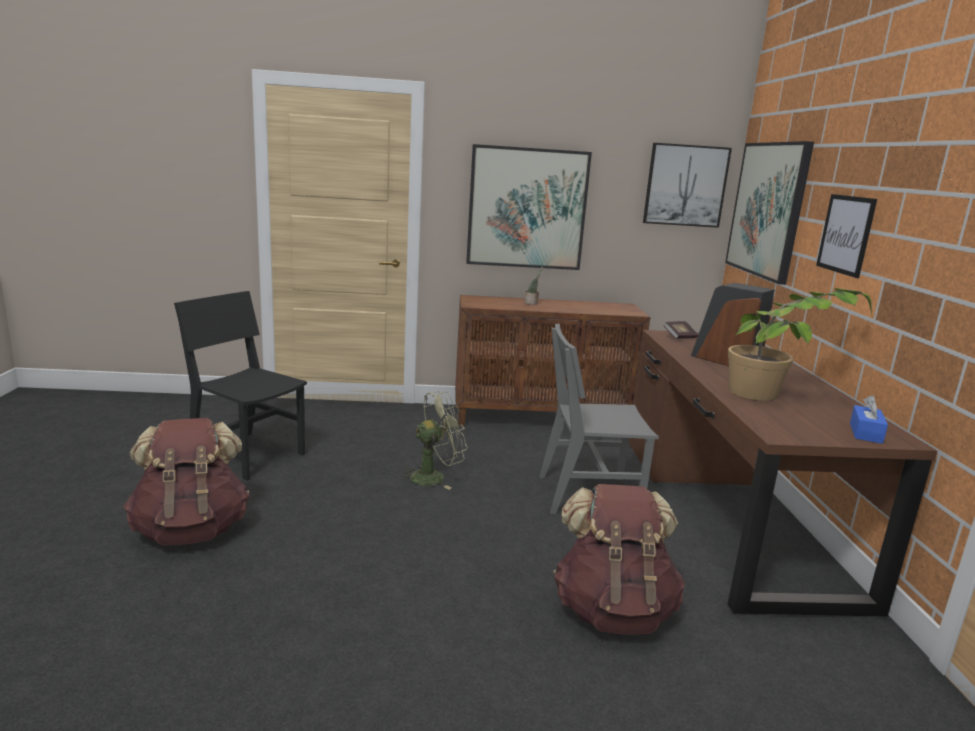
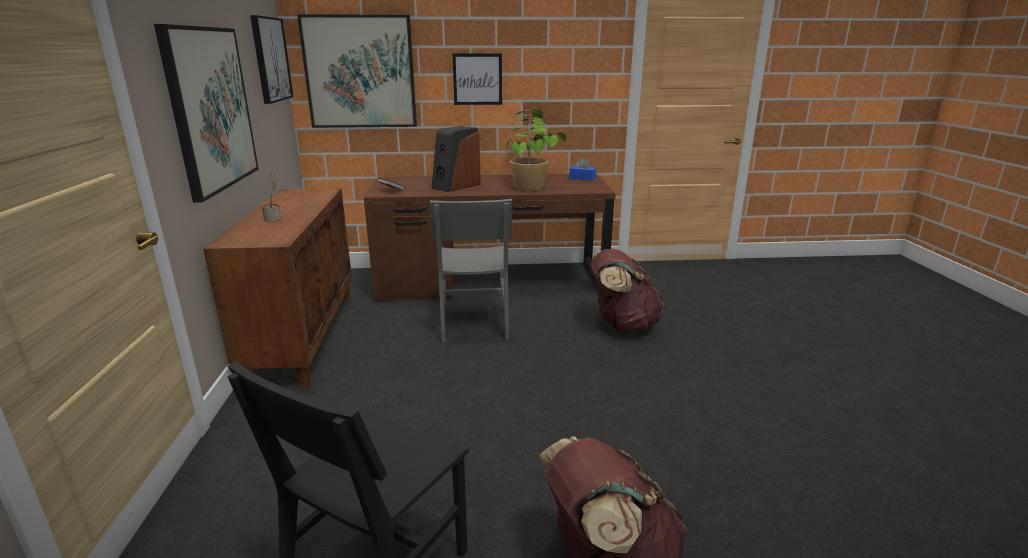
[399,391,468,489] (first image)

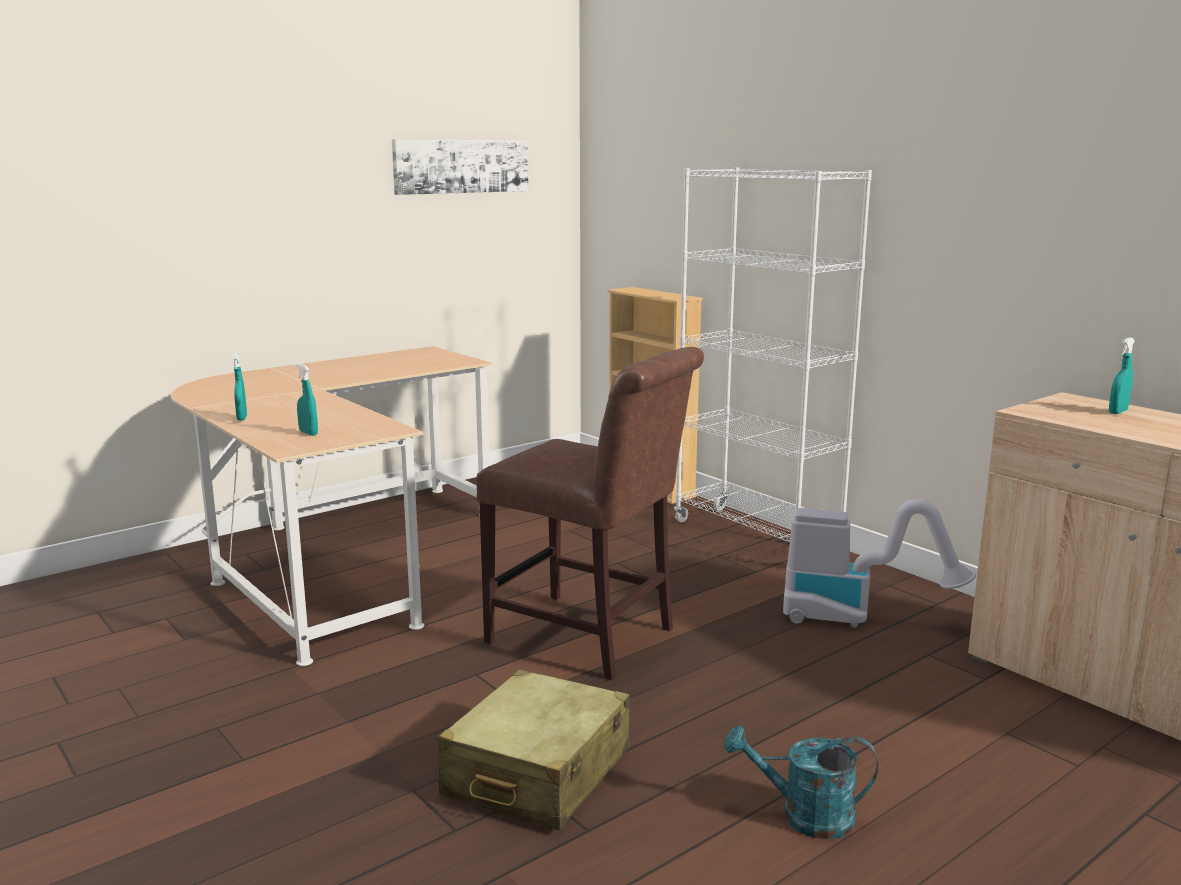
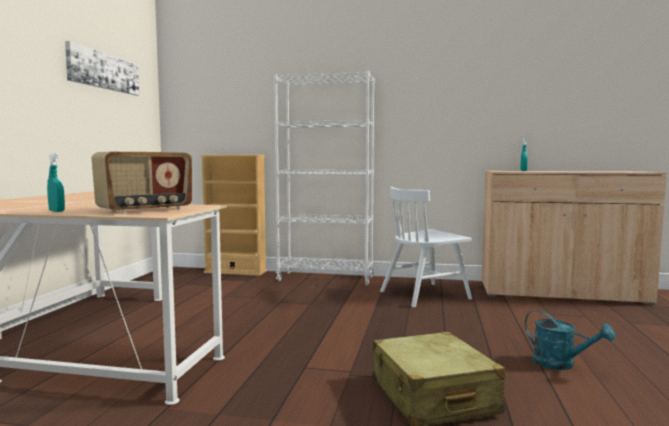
[92,152,192,214]
[380,187,472,308]
[525,310,615,370]
[476,347,704,680] (first image)

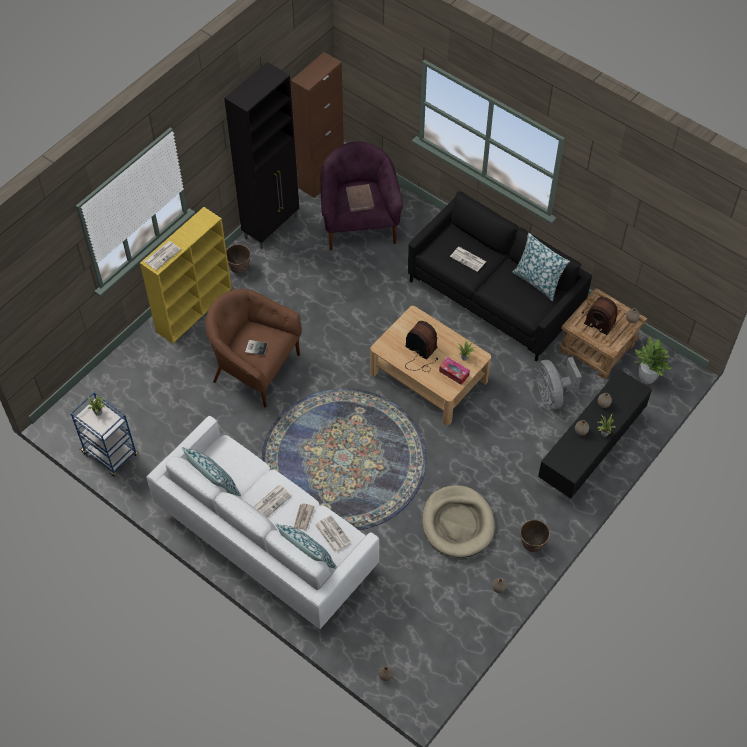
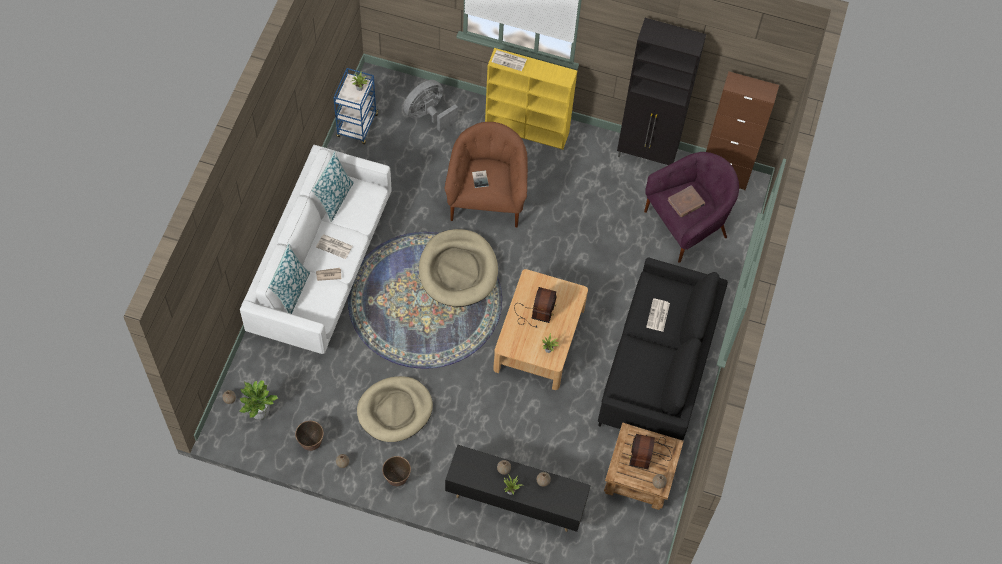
[240,380,278,420]
[295,421,324,451]
[403,80,458,132]
[419,229,498,307]
[315,515,351,553] (first image)
[439,357,470,385] (first image)
[512,233,570,301] (first image)

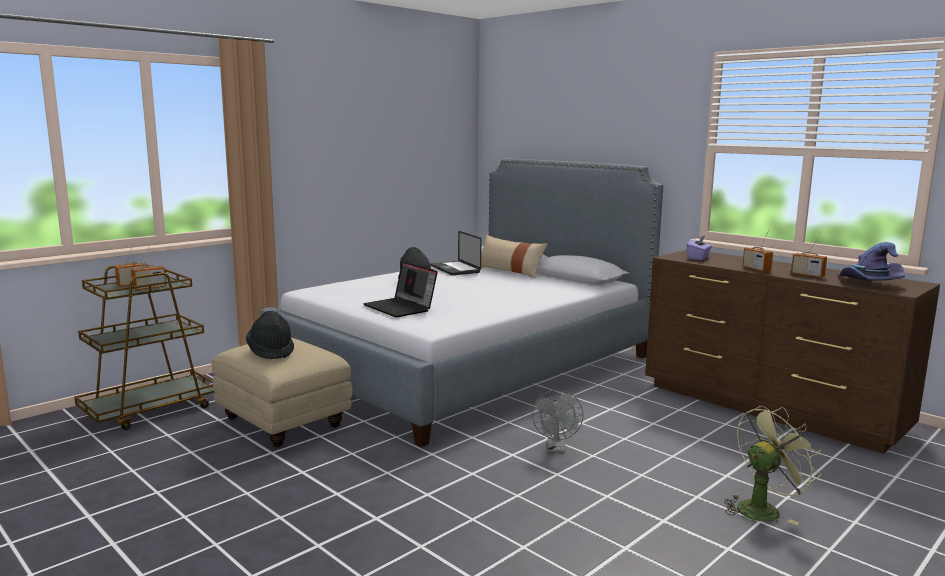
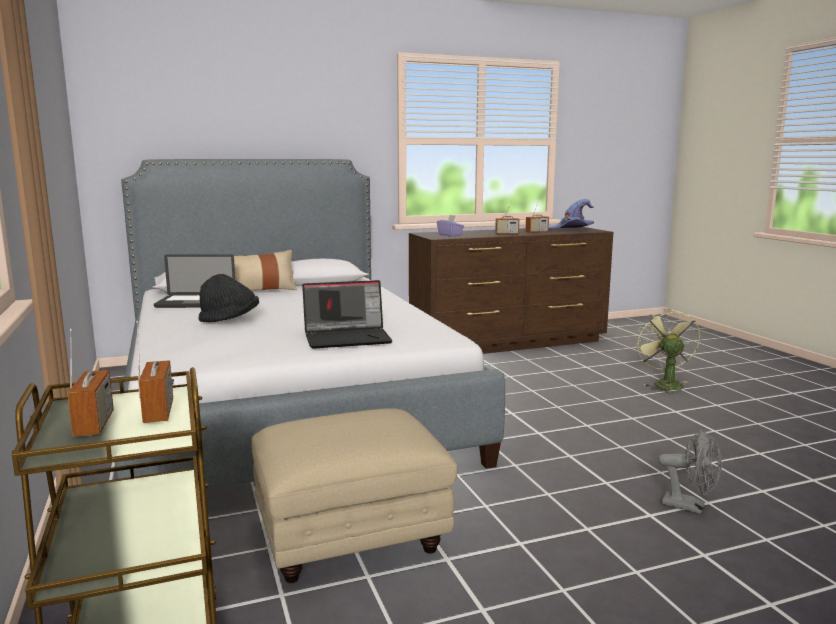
[658,429,722,514]
[246,311,294,359] (first image)

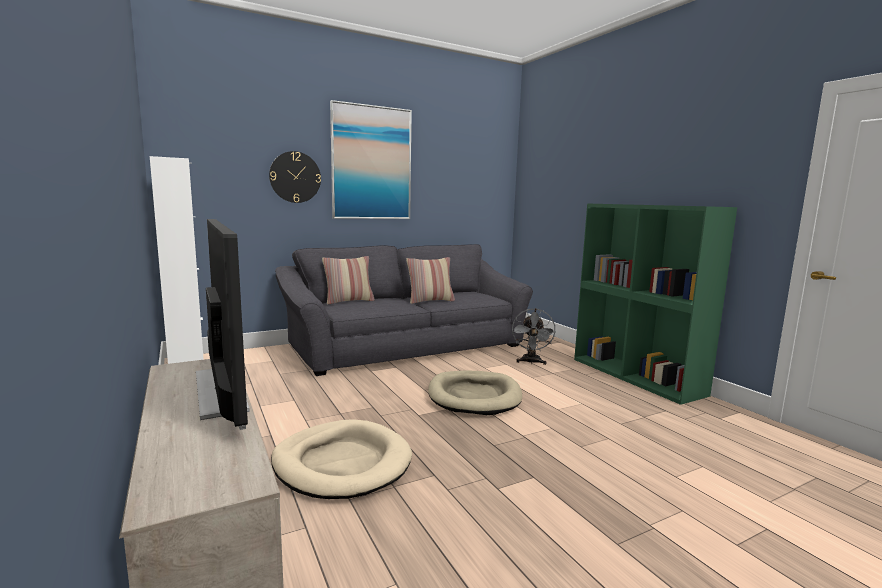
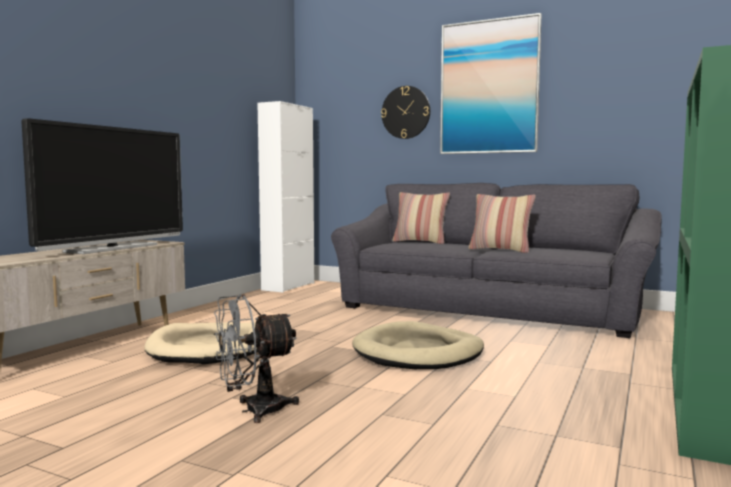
[214,294,299,423]

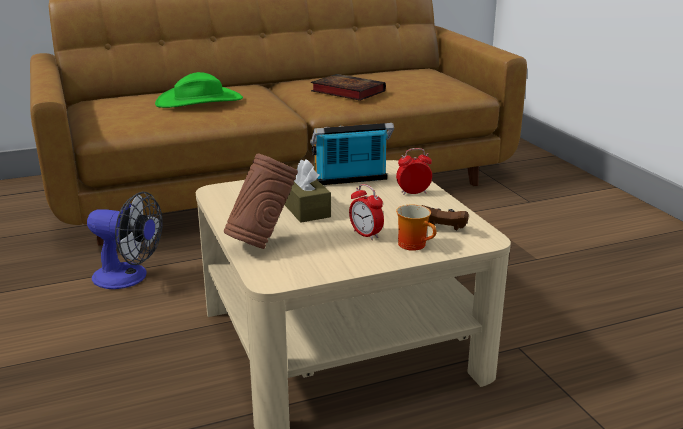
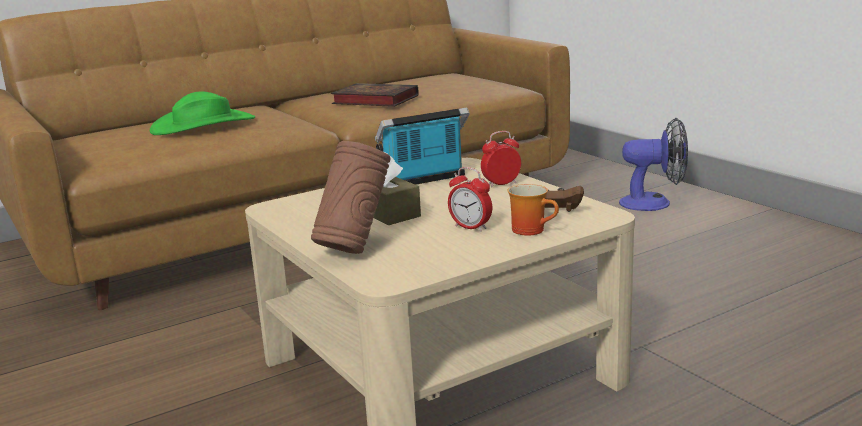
[619,118,688,211]

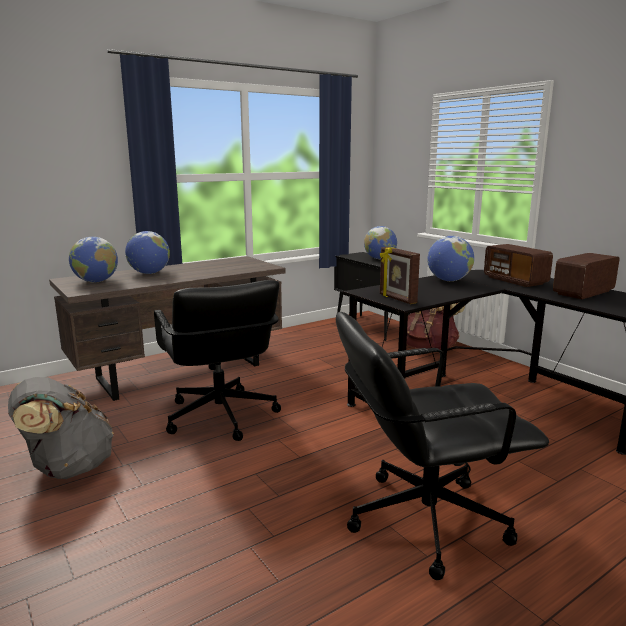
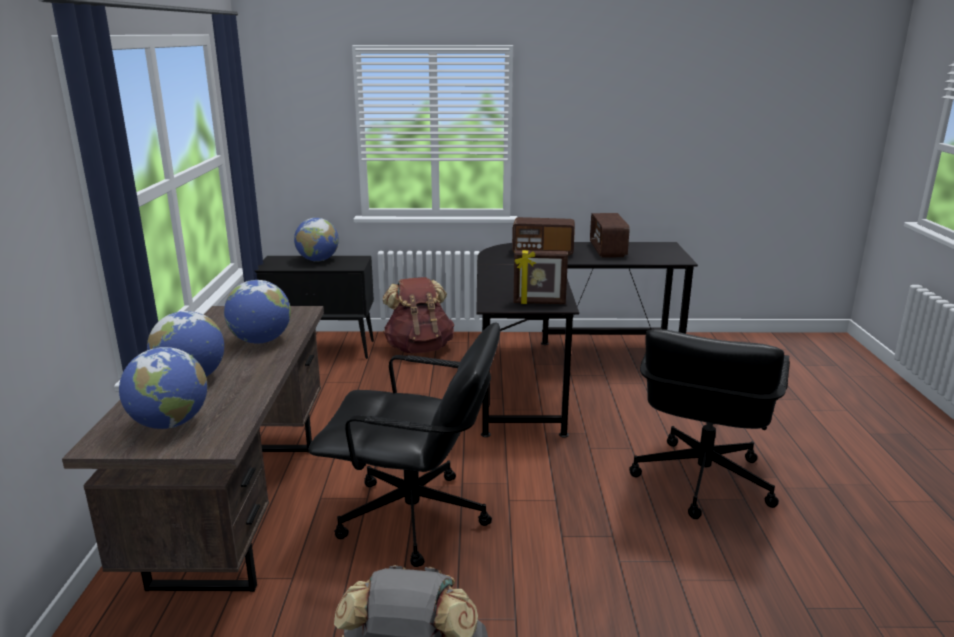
[224,280,291,344]

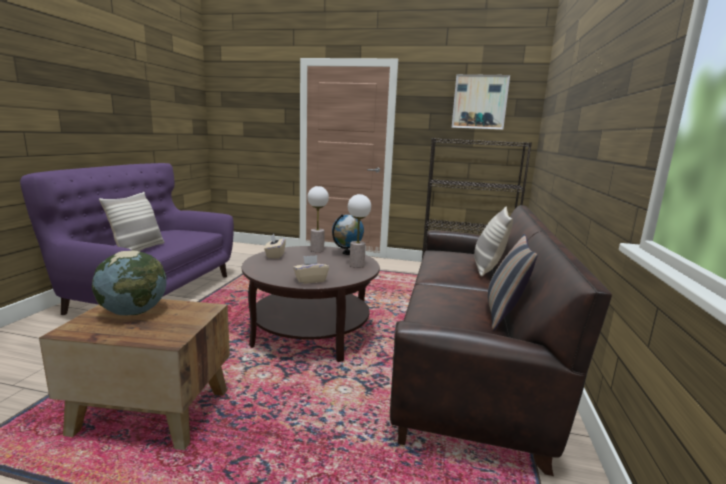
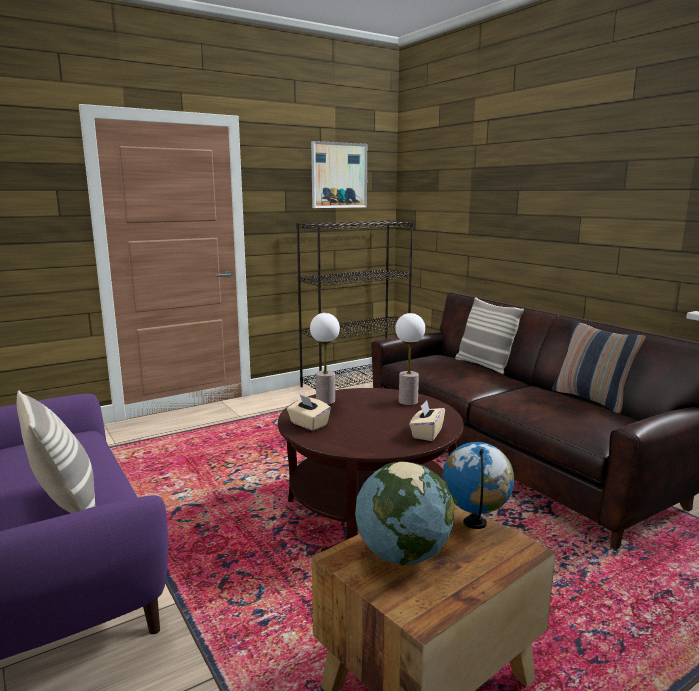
[442,442,514,529]

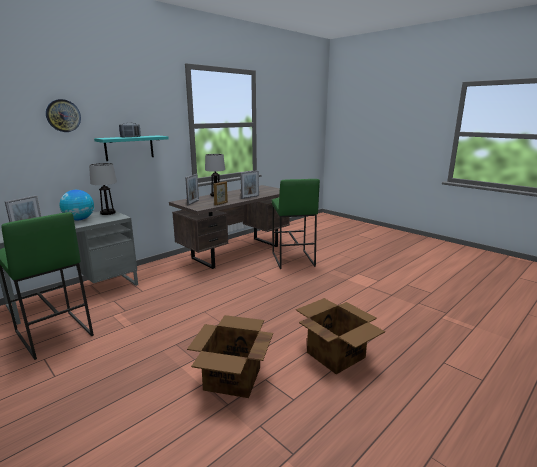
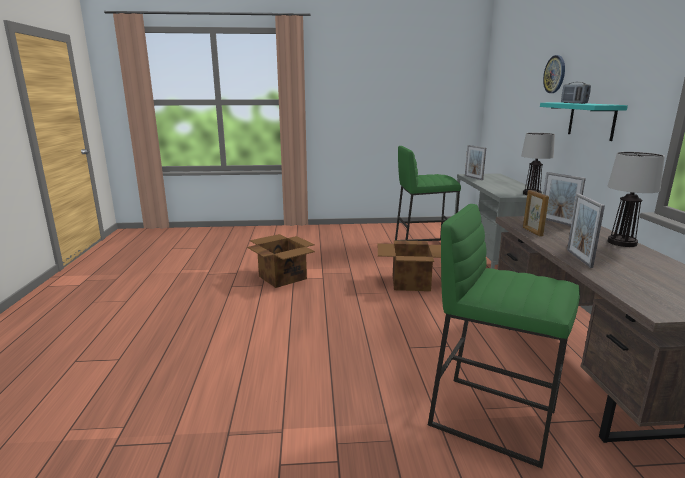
[378,240,441,291]
[60,190,94,220] (first image)

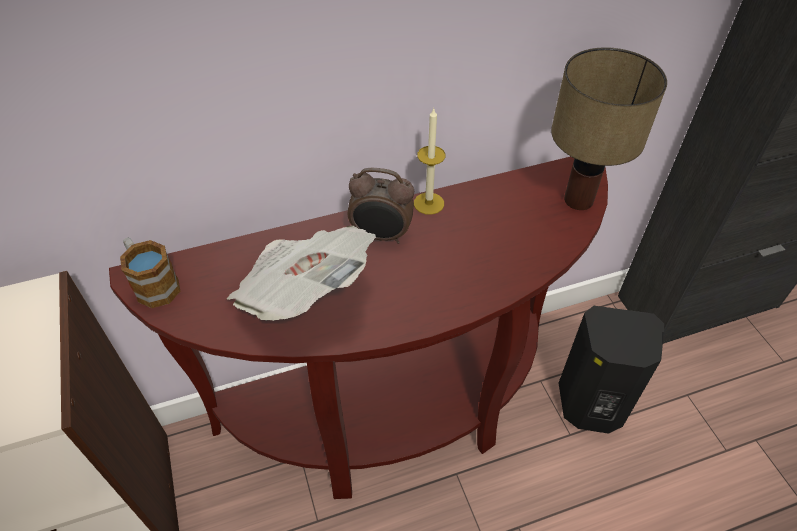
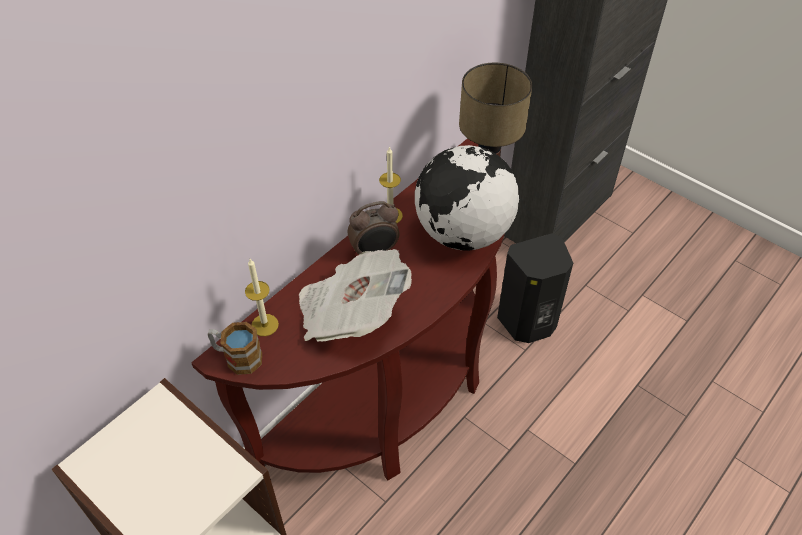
[245,259,279,336]
[415,145,519,251]

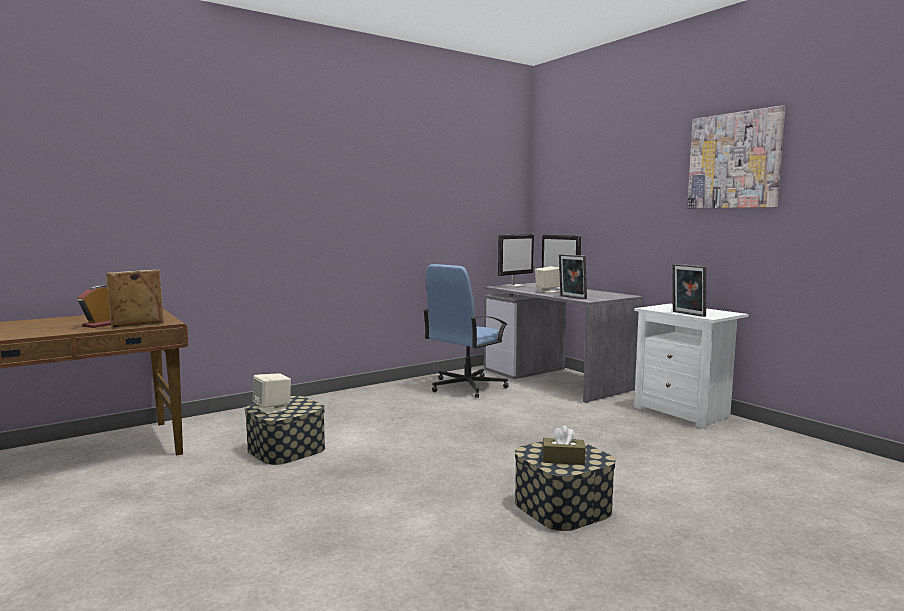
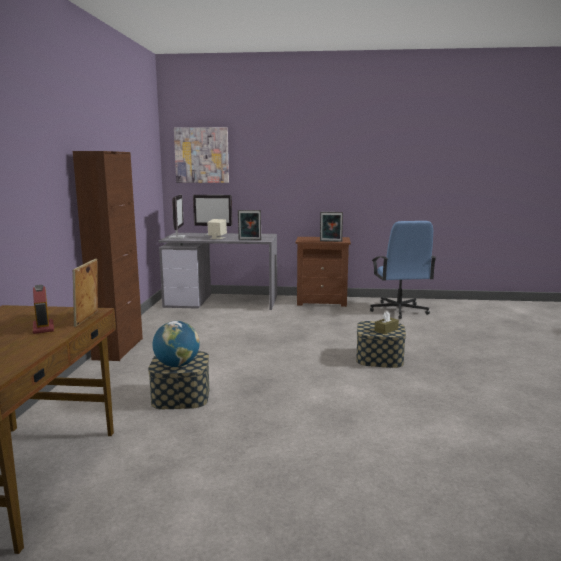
[73,151,143,361]
[153,321,200,367]
[174,127,229,183]
[295,237,351,307]
[370,221,436,319]

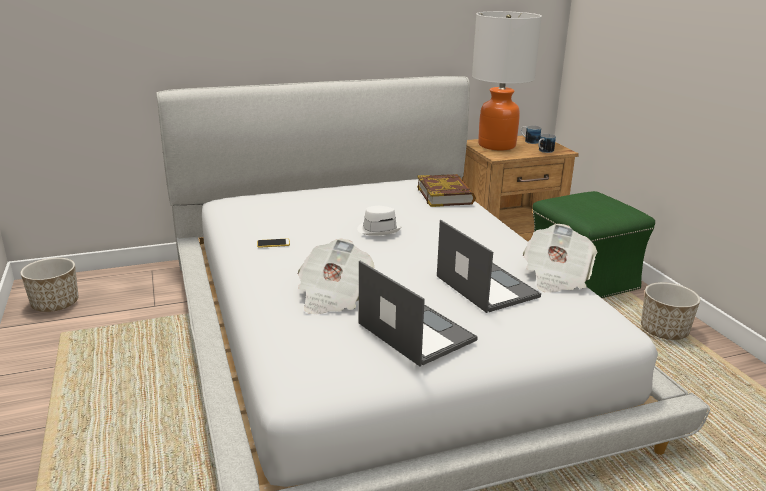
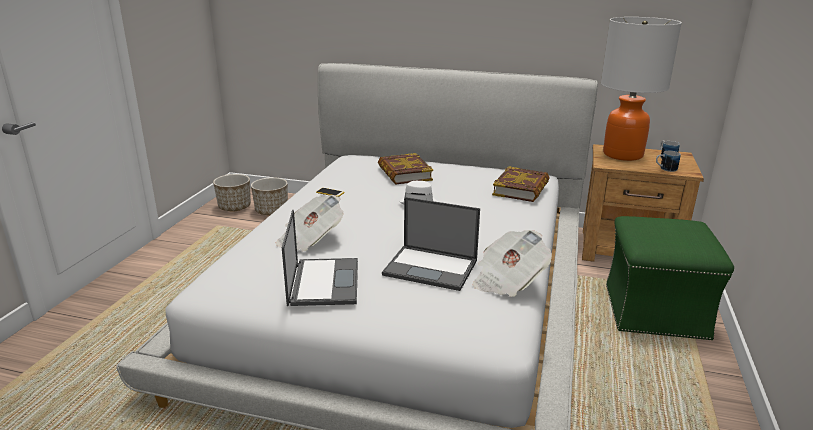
[251,177,288,216]
[378,153,433,185]
[382,197,480,291]

